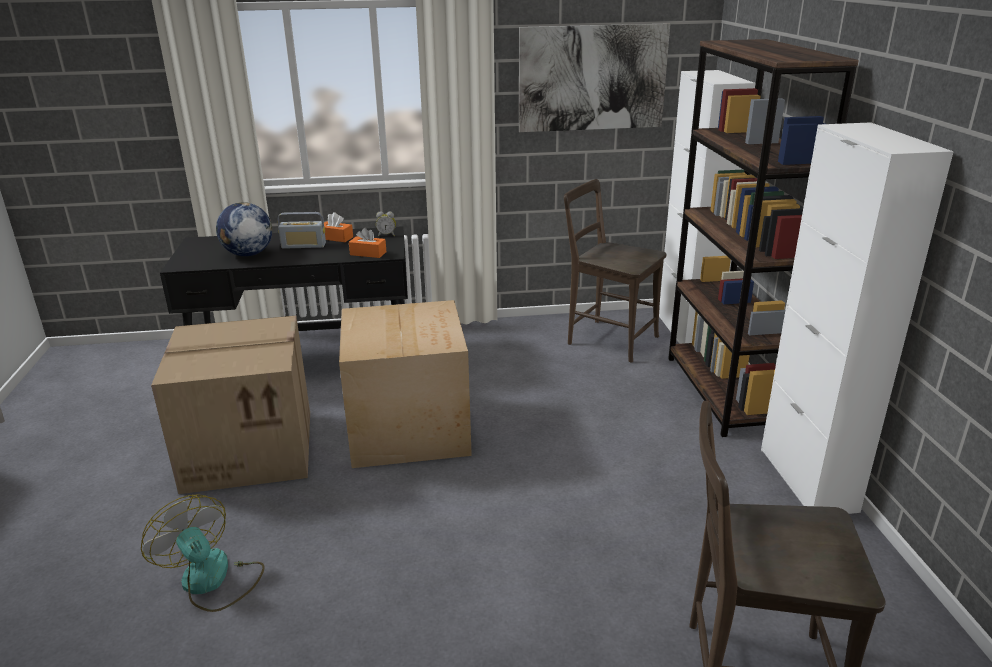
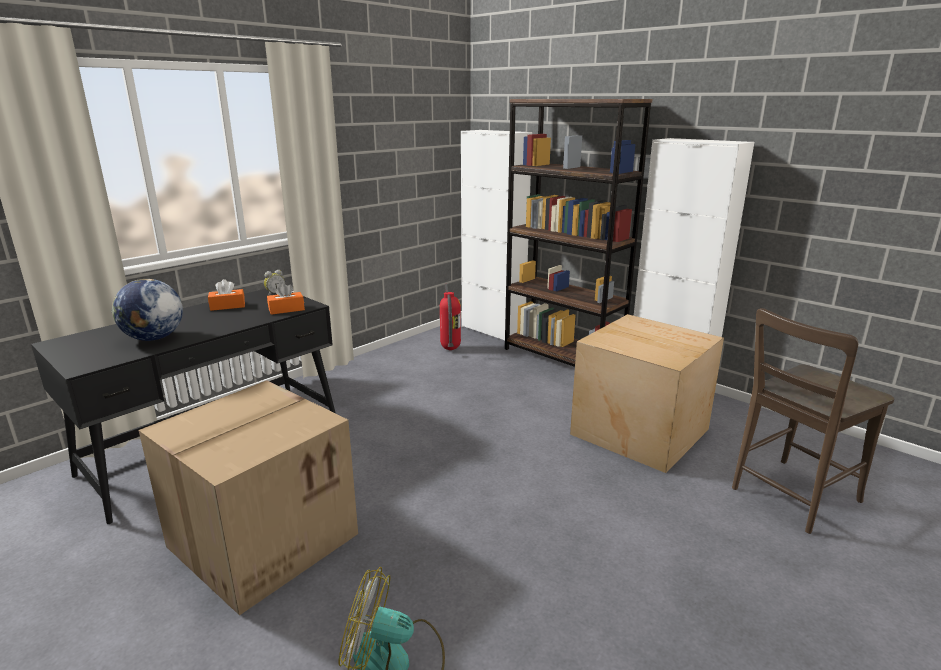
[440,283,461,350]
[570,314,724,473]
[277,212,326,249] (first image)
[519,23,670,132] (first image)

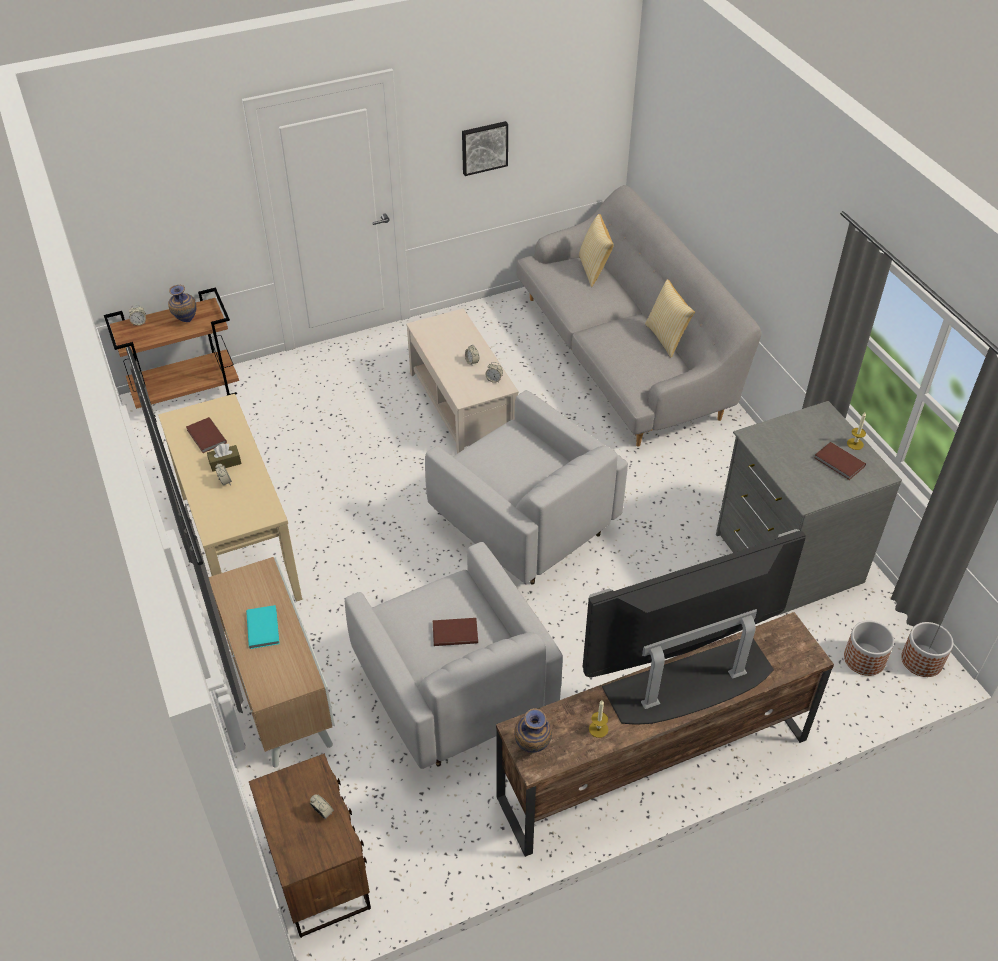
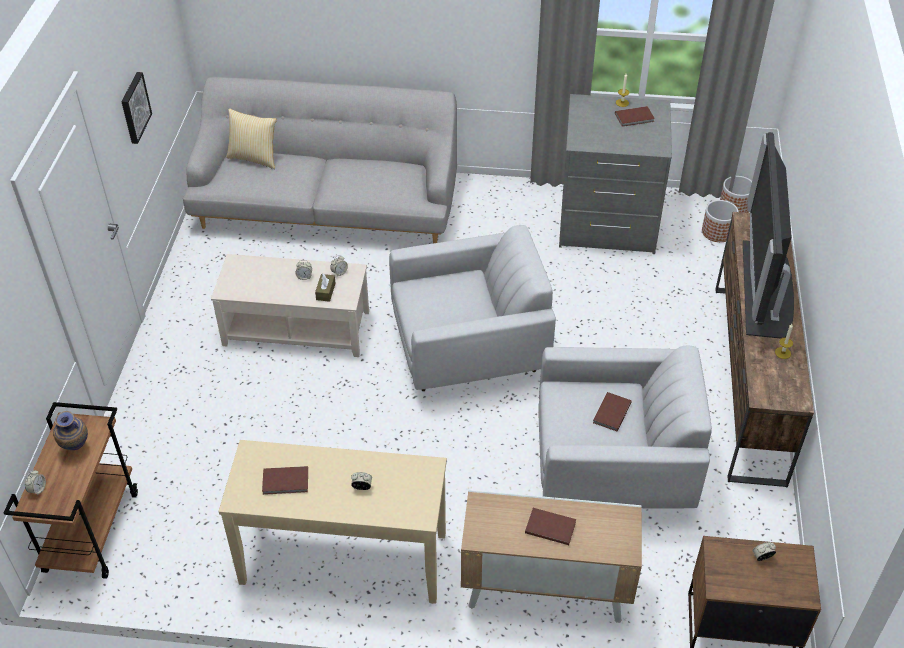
[315,274,336,302]
[525,508,576,545]
[514,708,552,753] (first image)
[645,279,695,358] (first image)

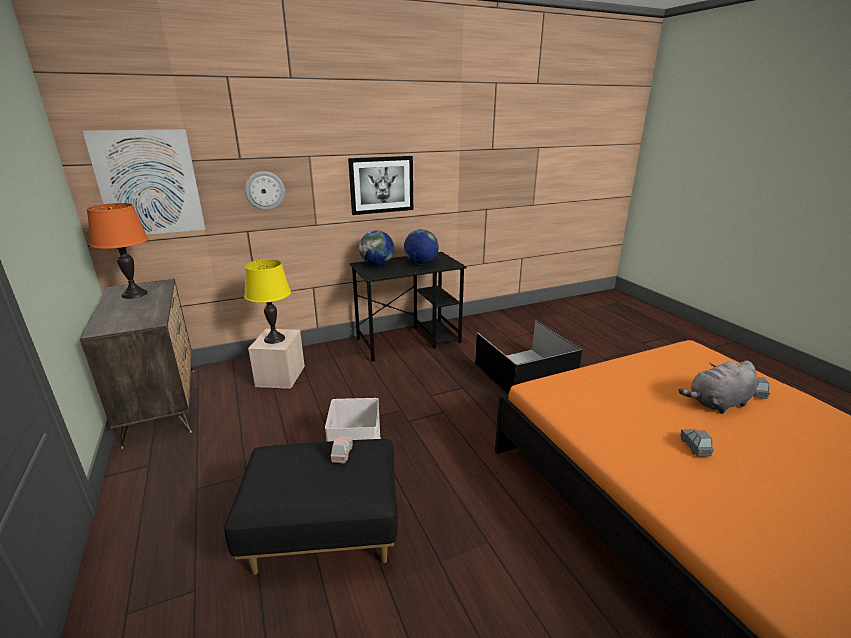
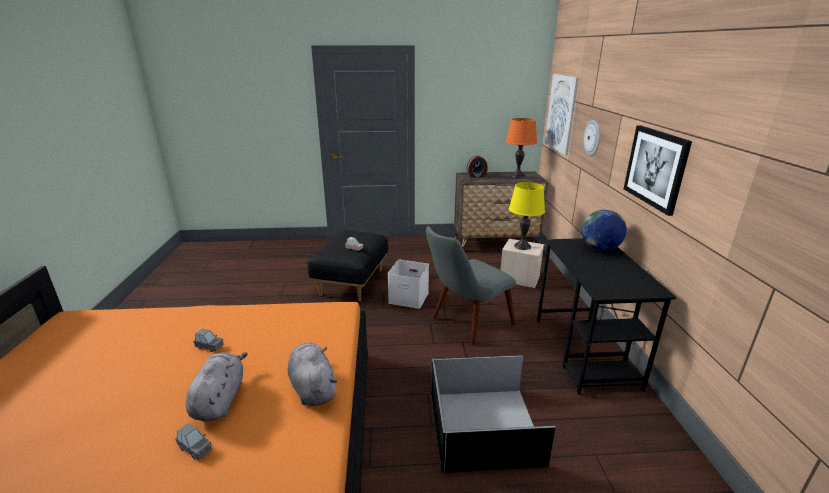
[288,342,337,406]
[426,226,516,345]
[467,156,487,178]
[404,229,439,264] (first image)

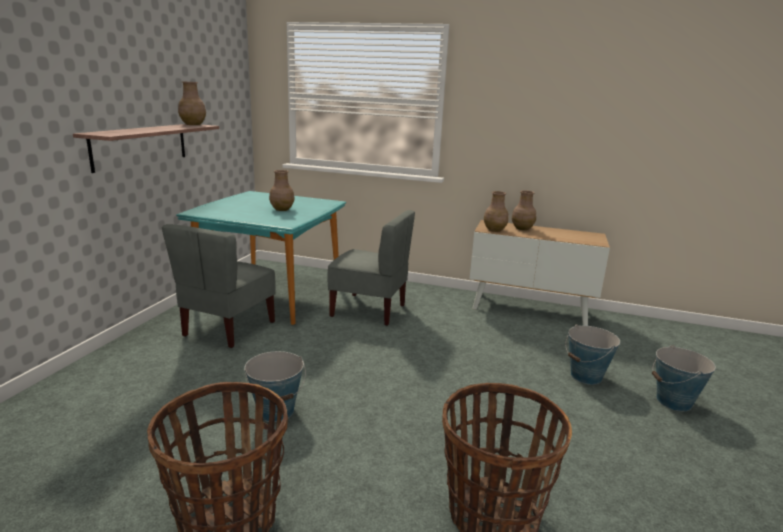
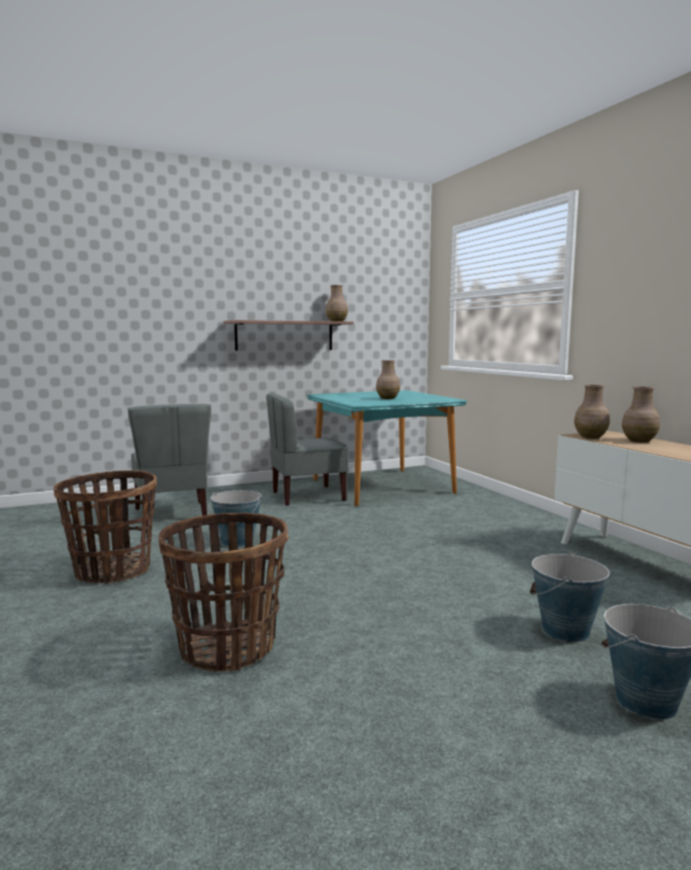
[128,404,211,527]

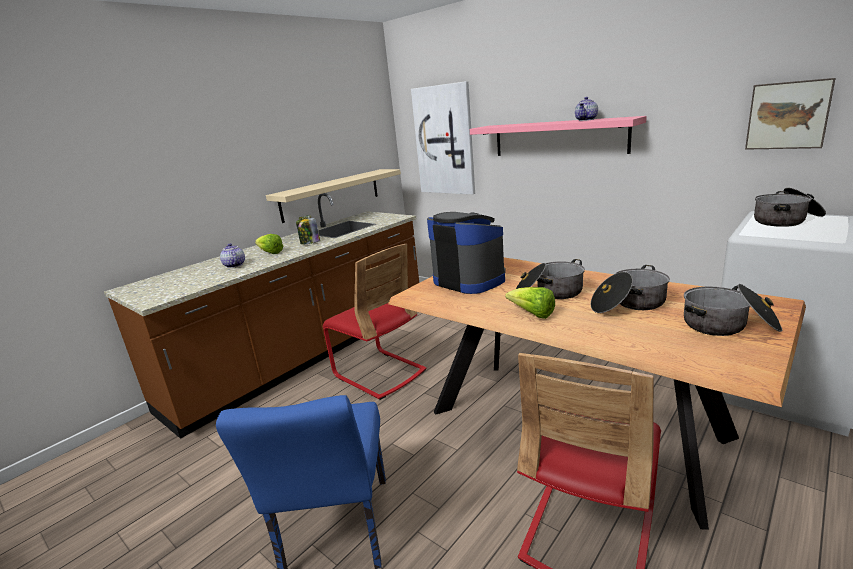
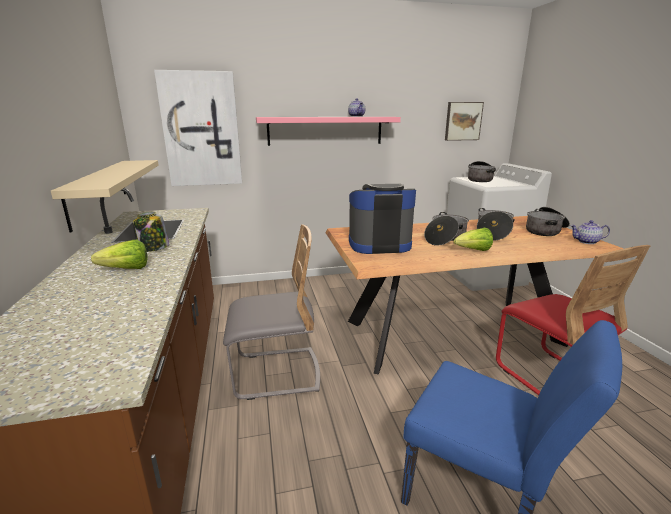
[223,224,320,400]
[570,220,610,244]

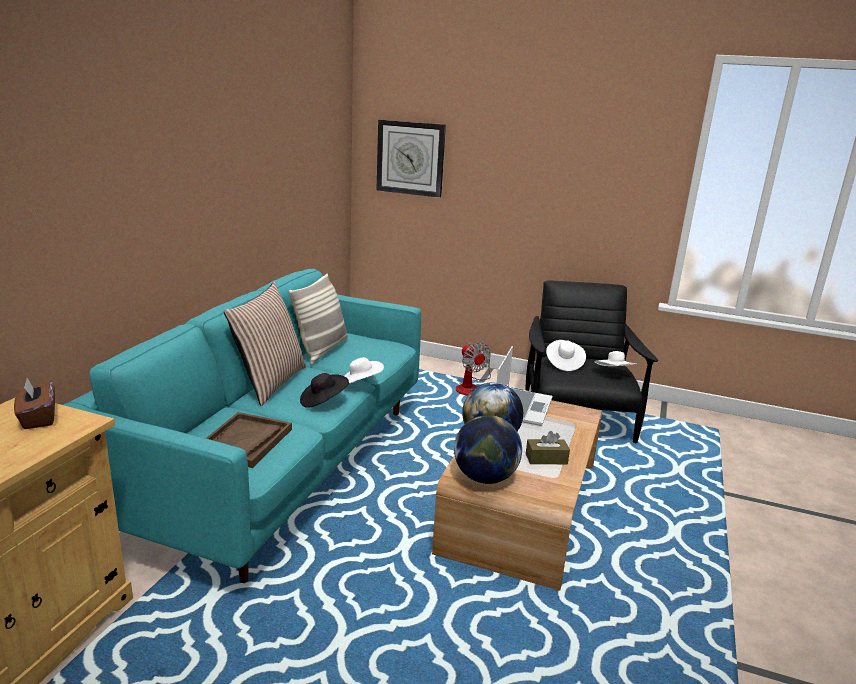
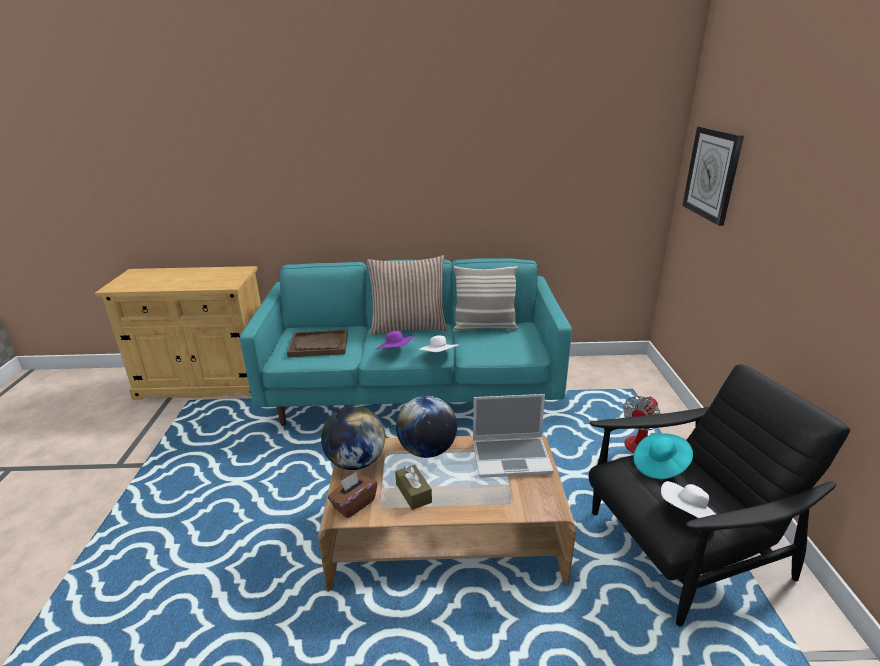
[328,472,377,518]
[376,331,414,349]
[634,433,693,479]

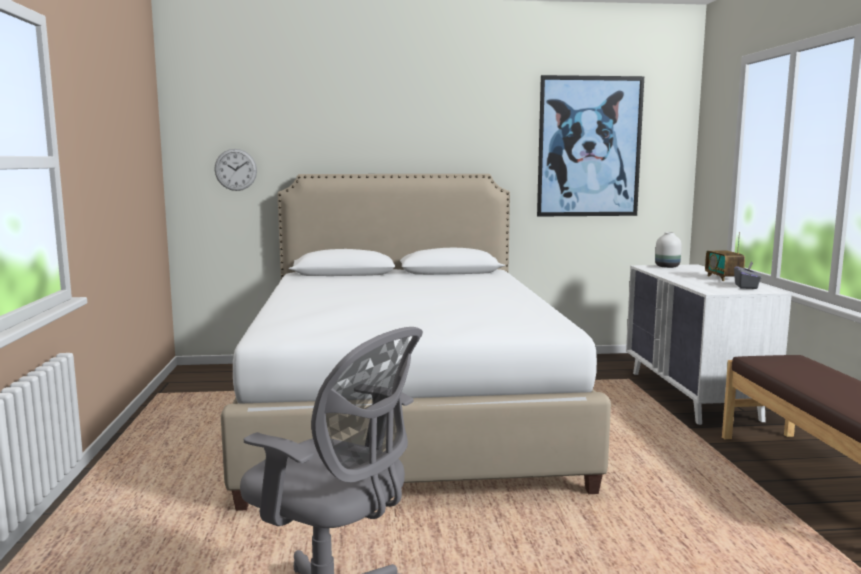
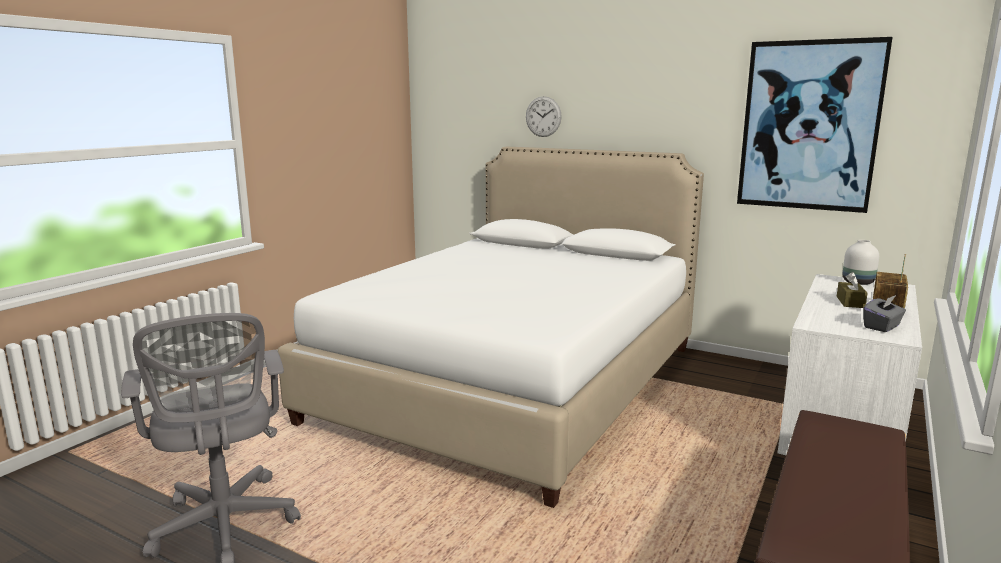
[526,96,562,137]
[837,272,868,308]

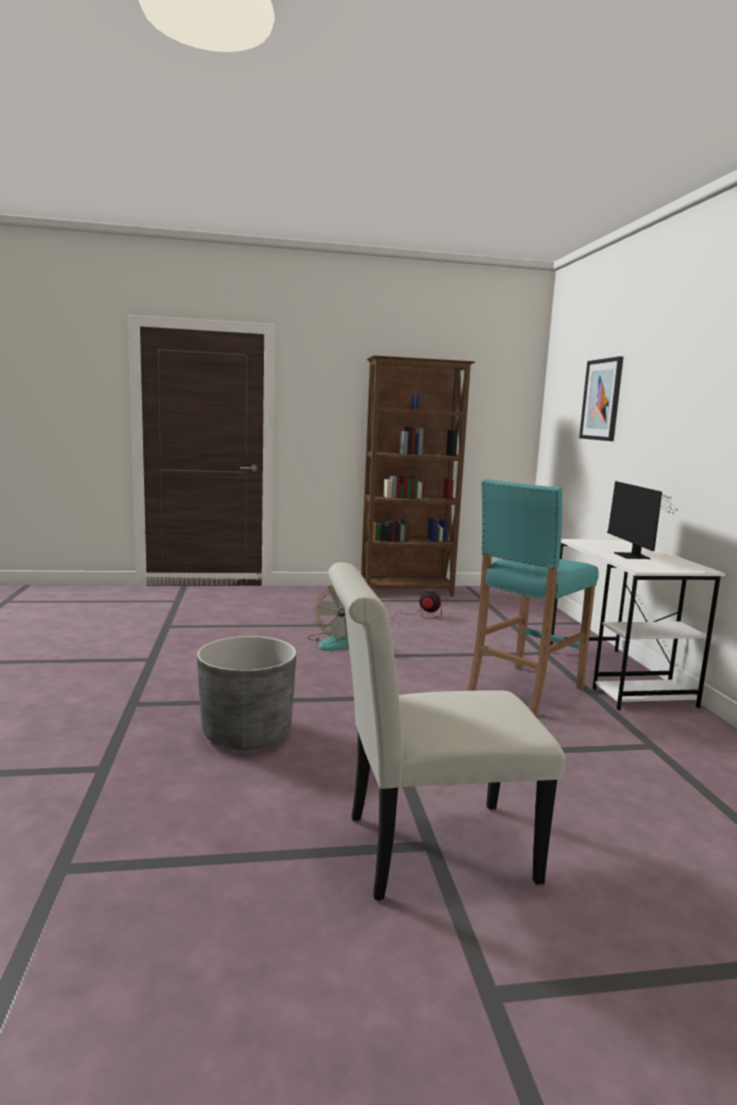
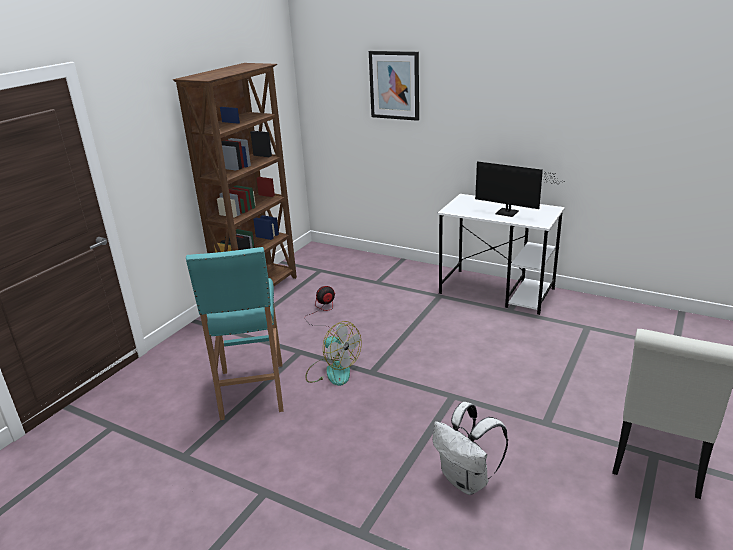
[186,247,284,420]
[432,402,508,495]

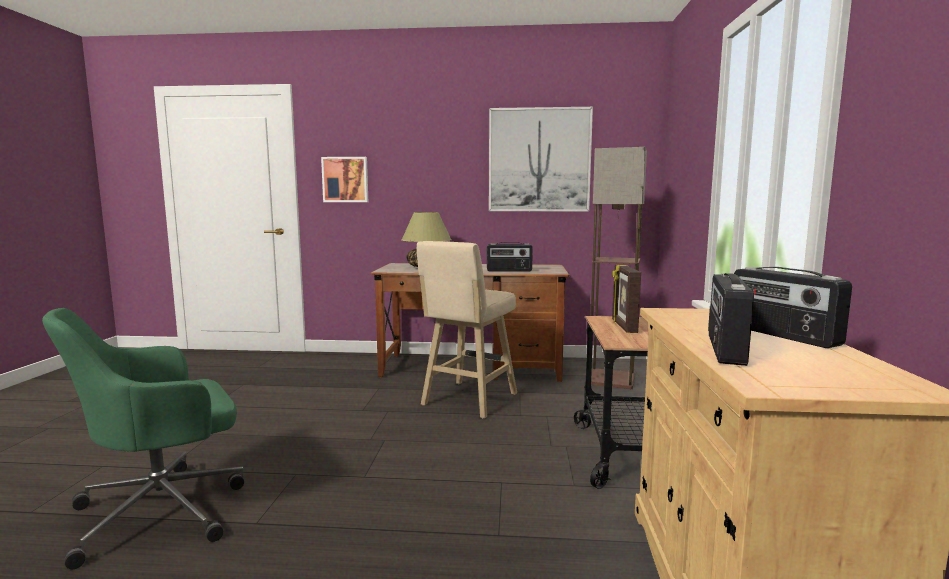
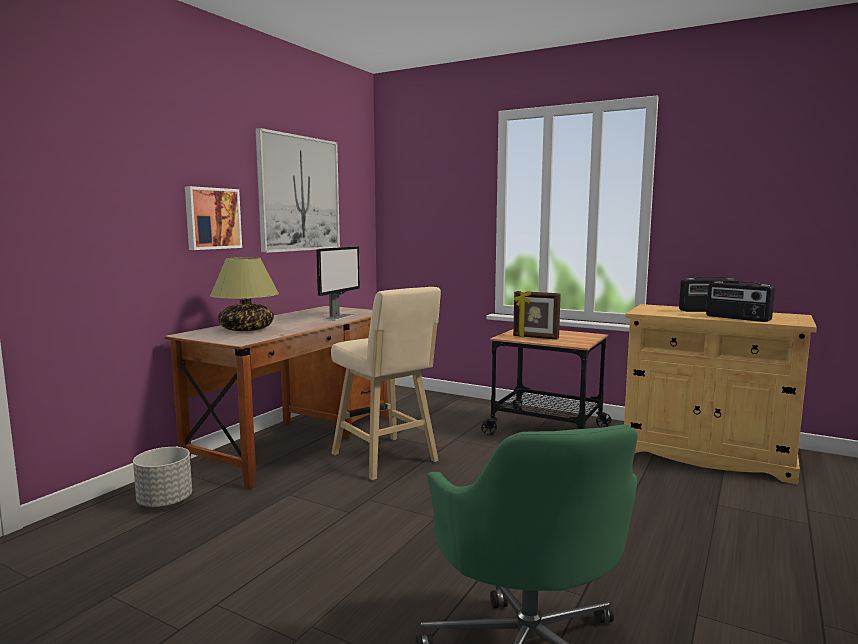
[133,447,192,508]
[185,186,242,250]
[316,246,360,321]
[591,147,647,389] (first image)

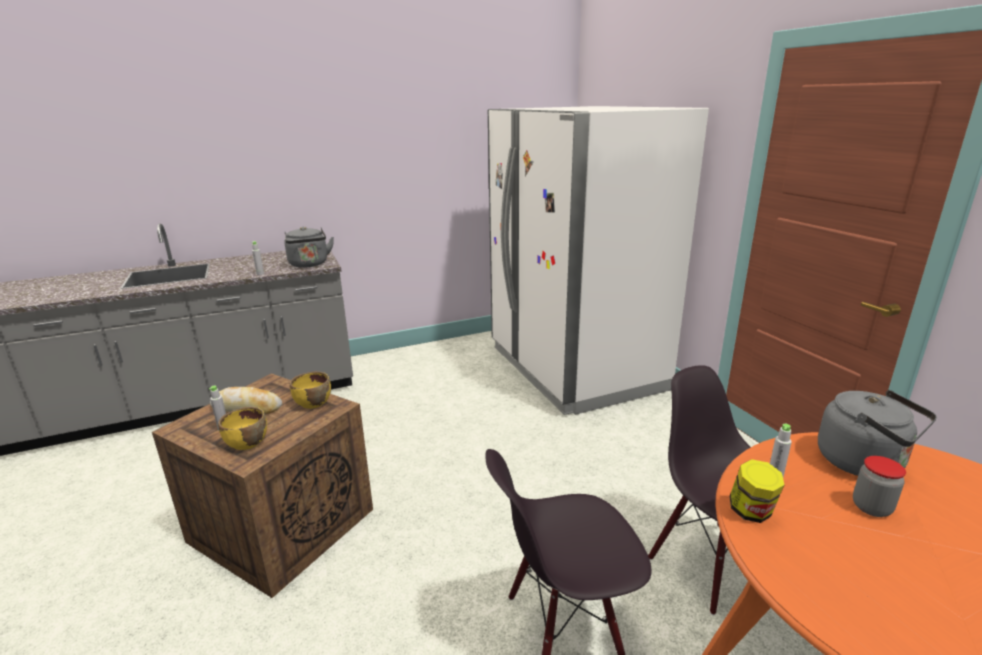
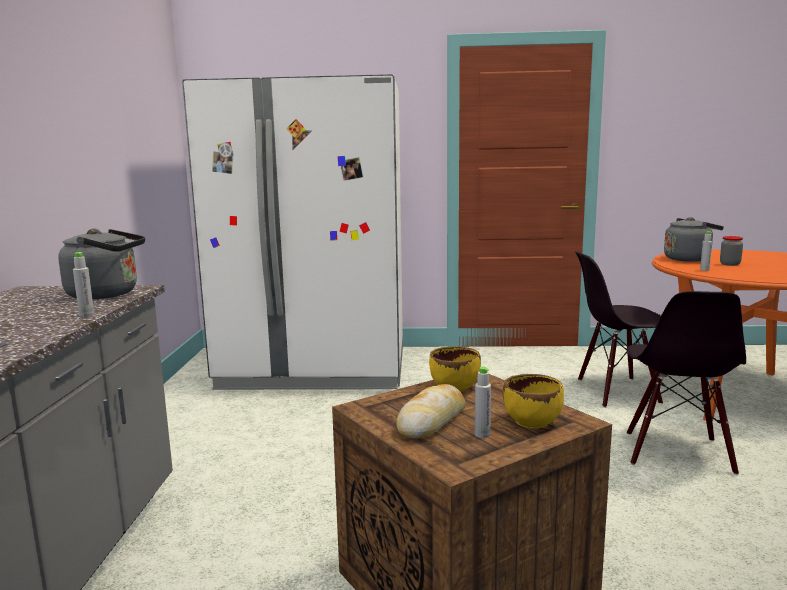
[730,459,784,523] (first image)

